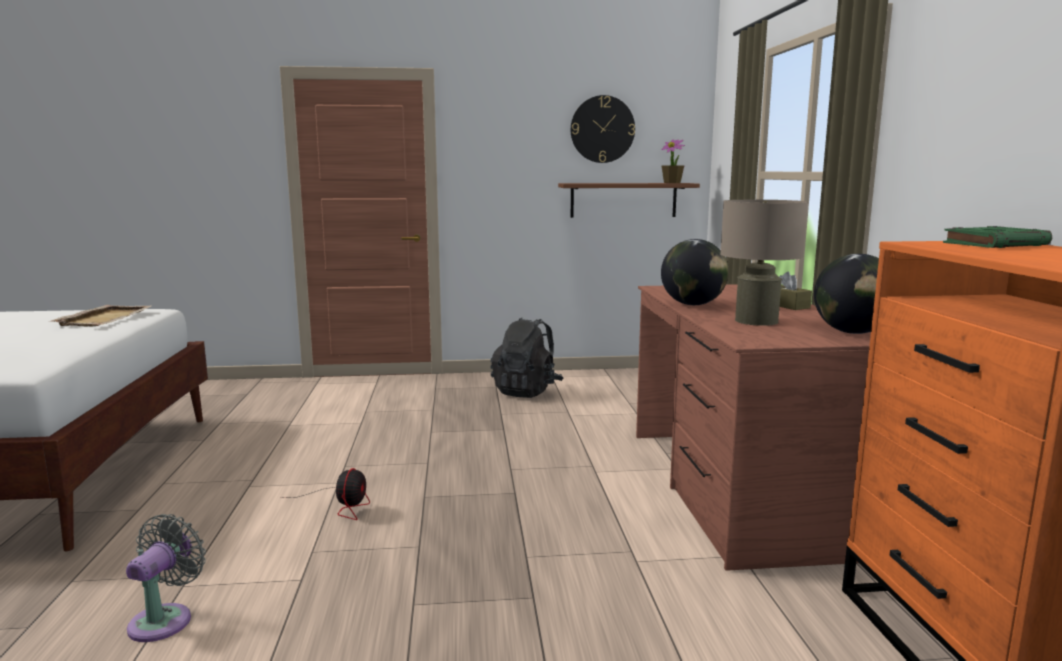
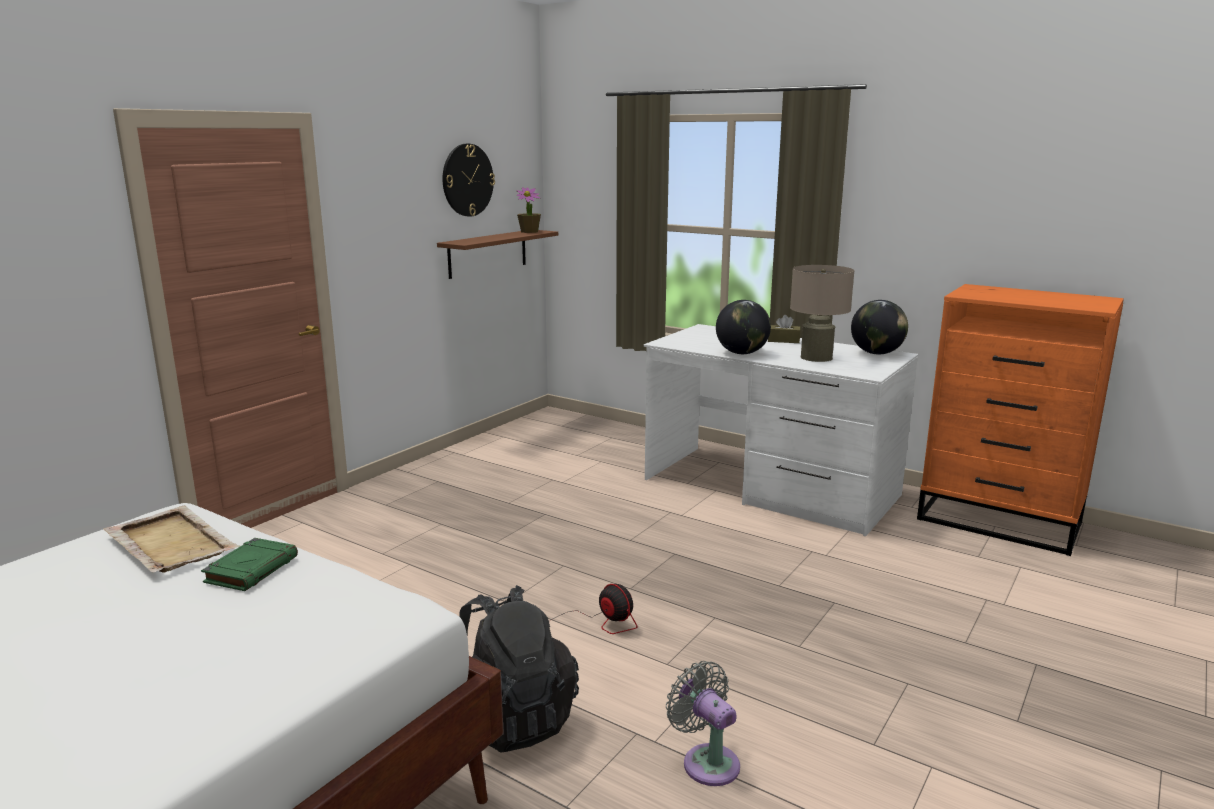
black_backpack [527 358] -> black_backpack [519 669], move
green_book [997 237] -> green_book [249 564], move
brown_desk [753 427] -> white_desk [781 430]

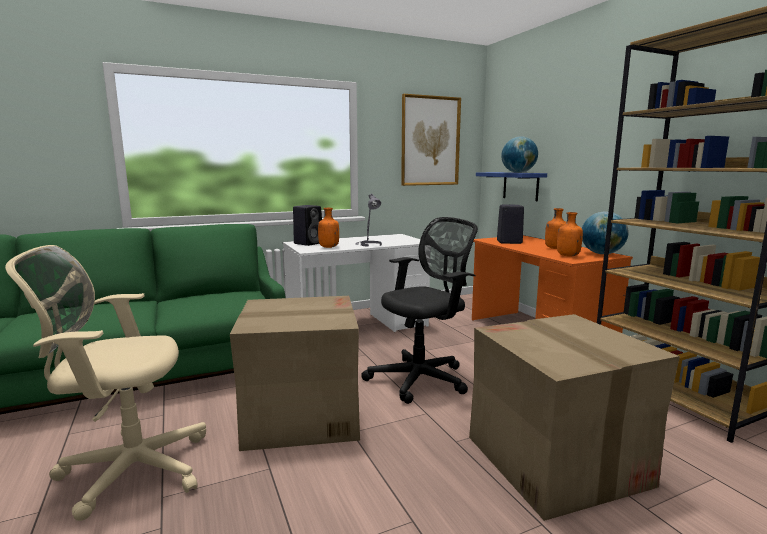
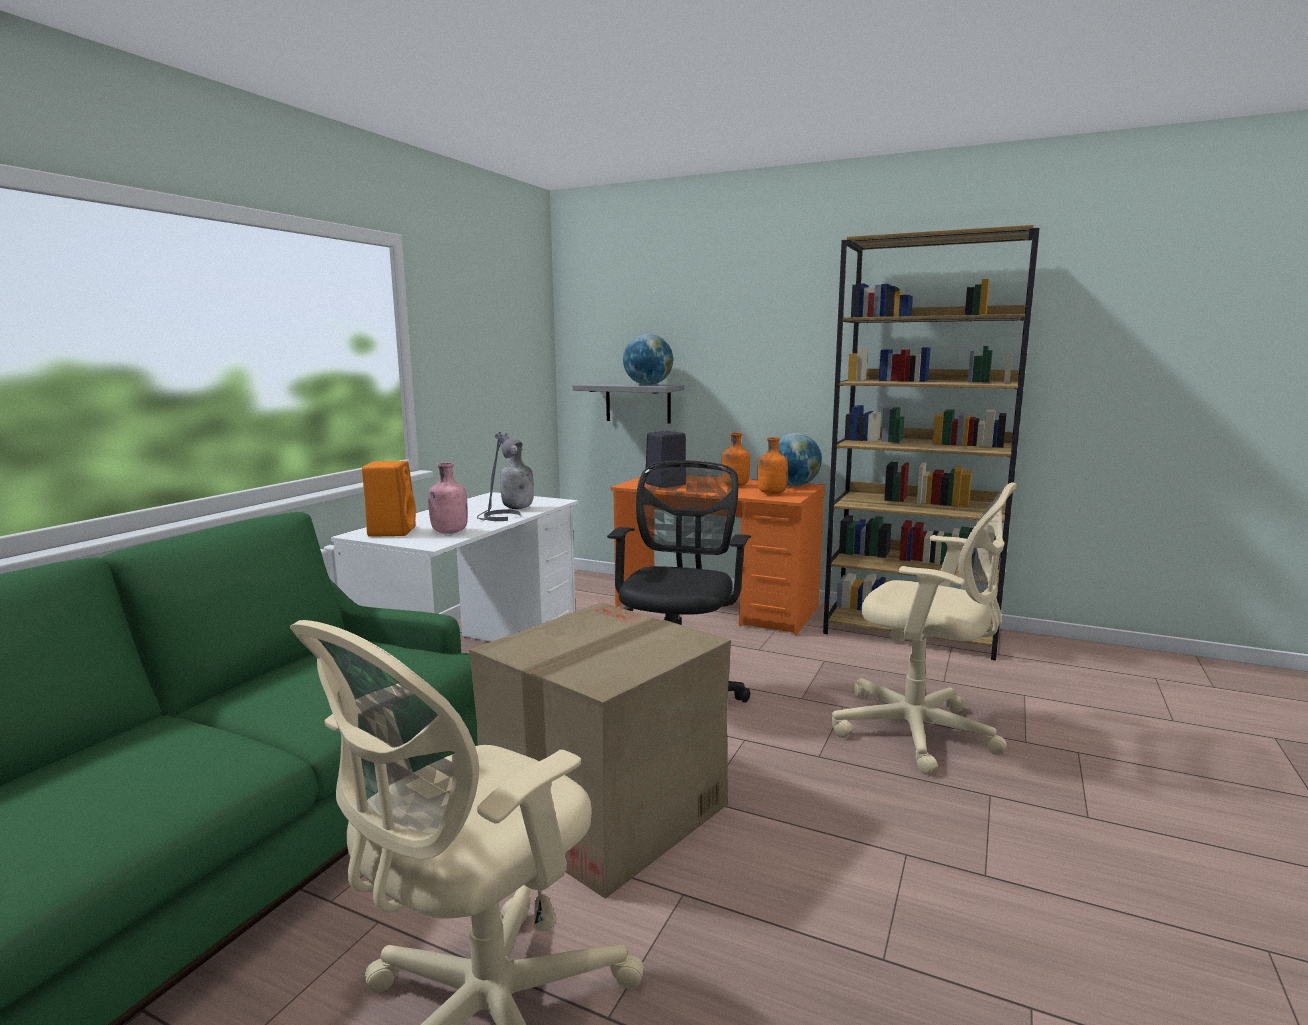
picture [431 140] -> none
none -> grey_bottle [517 478]
cardboard_box [574 417] -> beige_office_chair [924 628]
black_speaker [307 225] -> orange_speaker [389 499]
orange_bottle [328 228] -> pink_bottle [448 498]
blue_shelf [511 186] -> grey_shelf [628 403]

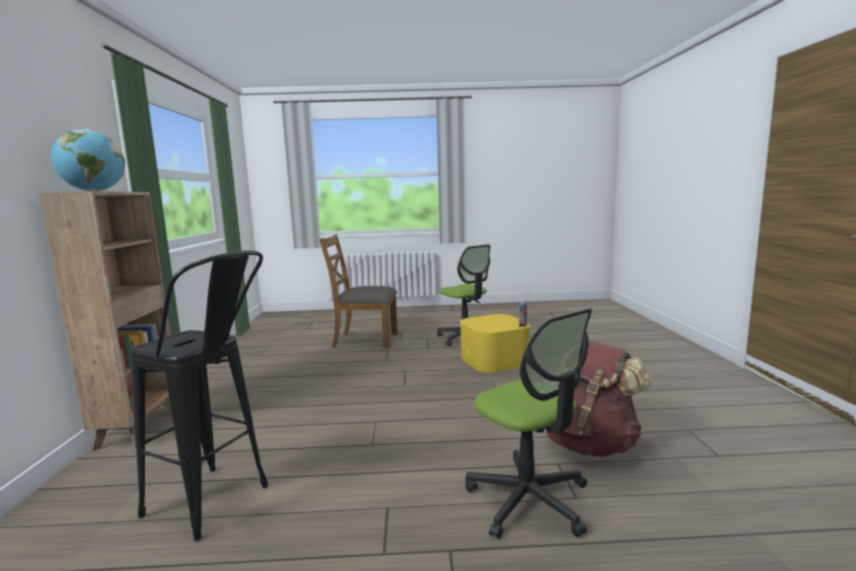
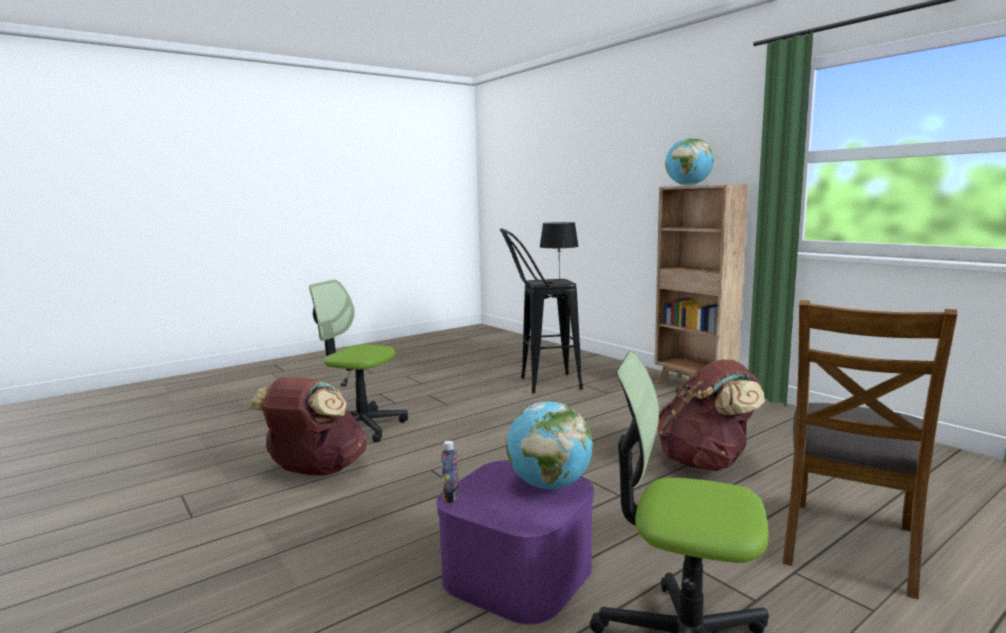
none -> globe [549 445]
none -> black_table_lamp [559 252]
none -> brown_backpack [711 415]
yellow_storage_box [495 343] -> purple_storage_box [515 542]
brown_chair [358 291] -> brown_chair [869 449], 150 degrees clockwise

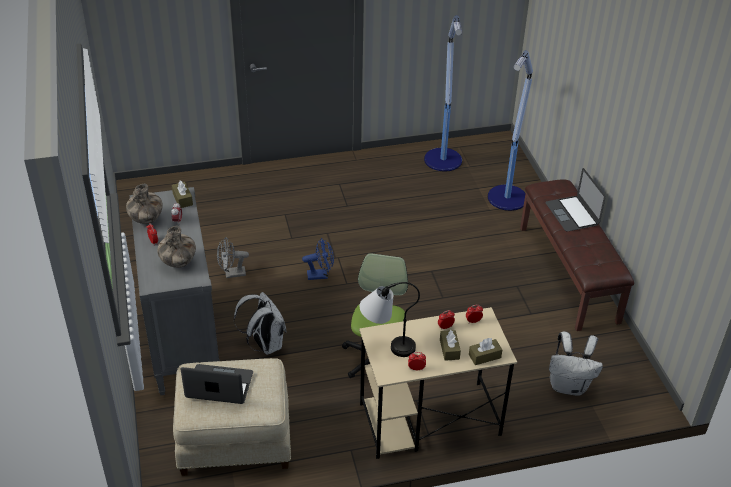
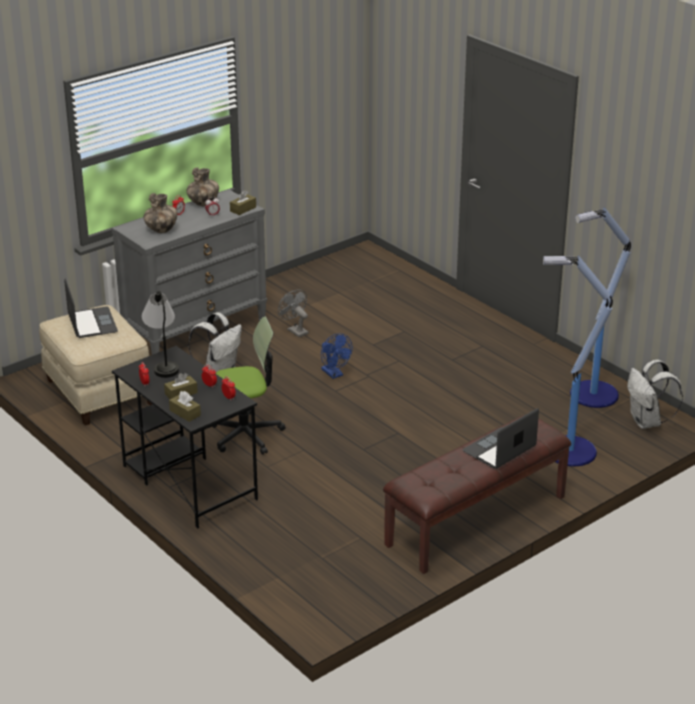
white_backpack [576 363] -> white_backpack [655 394], move
beige_desk [438 383] -> black_desk [185 437]

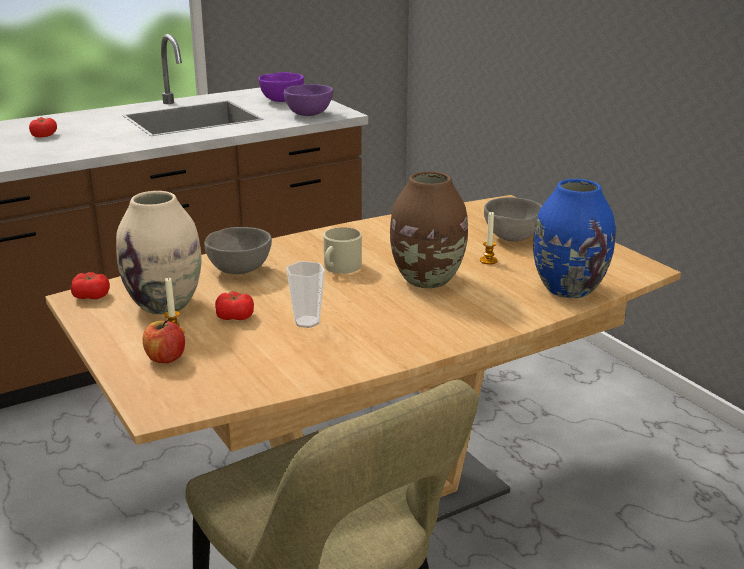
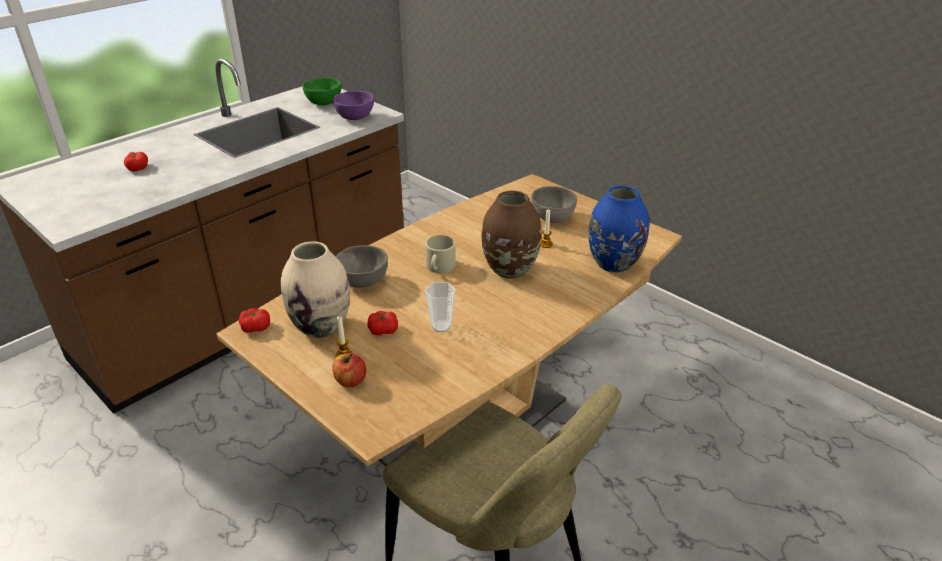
purple_bowl [281 87] -> green_bowl [321 91]

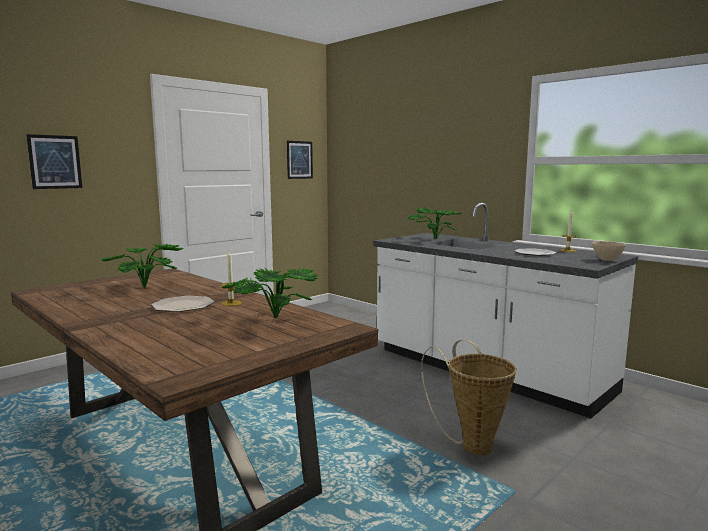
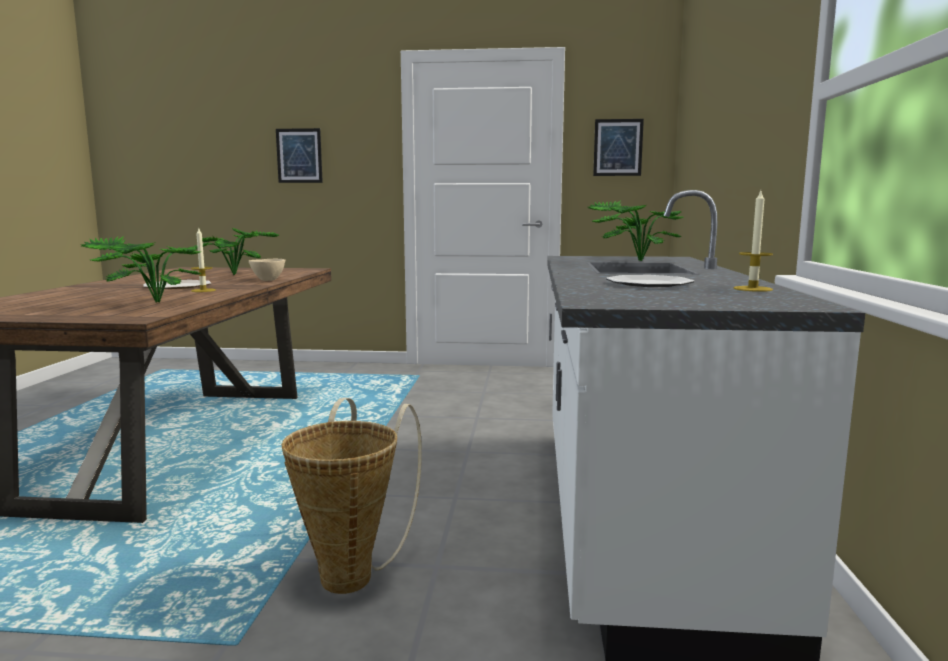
beige_bowl [609 251] -> beige_bowl [267 270], move

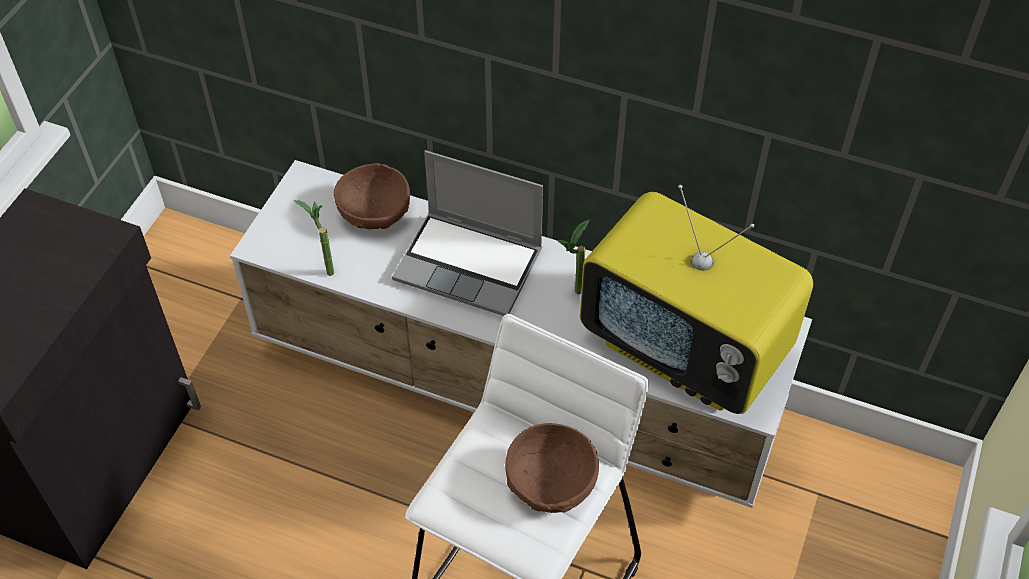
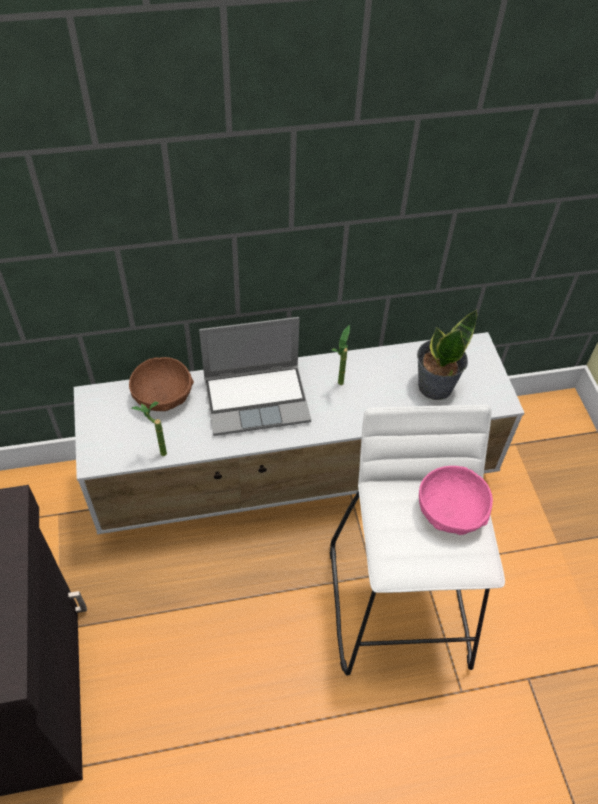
television [696 299] -> potted_plant [447 355]
brown_bowl [552 468] -> pink_bowl [456 500]

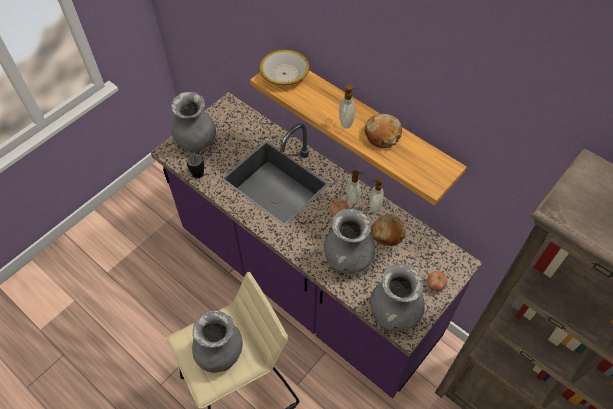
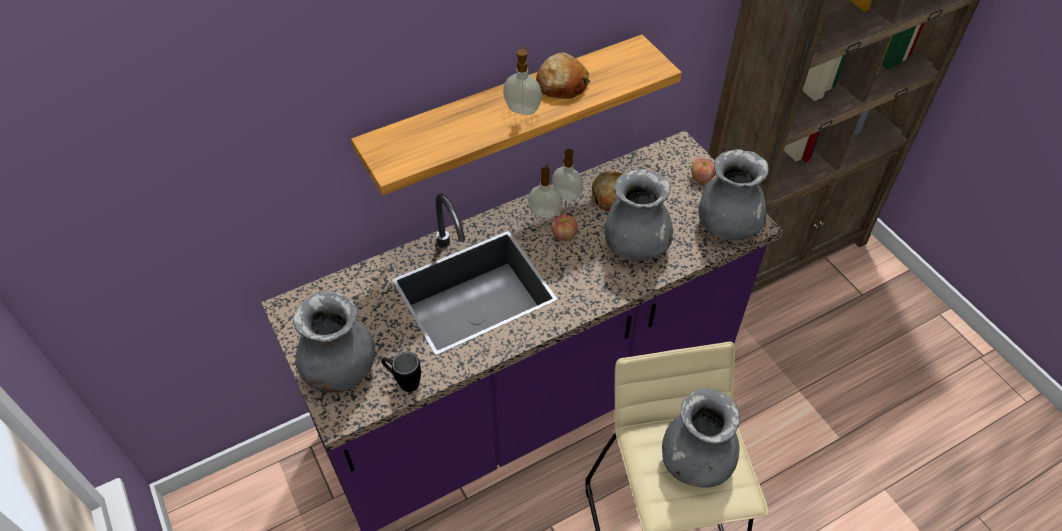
bowl [284 67] -> none

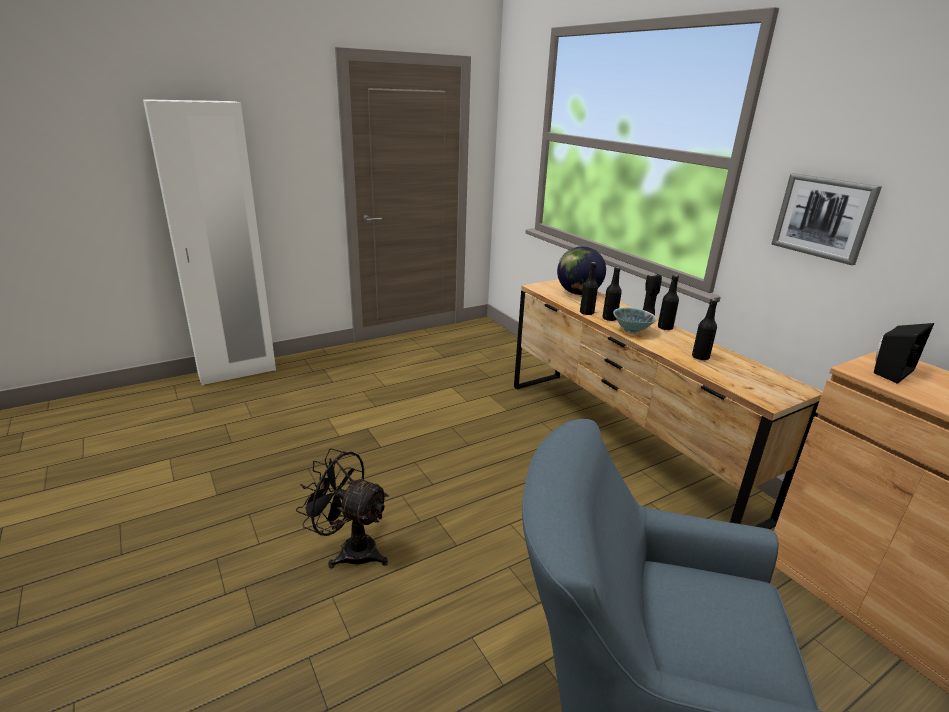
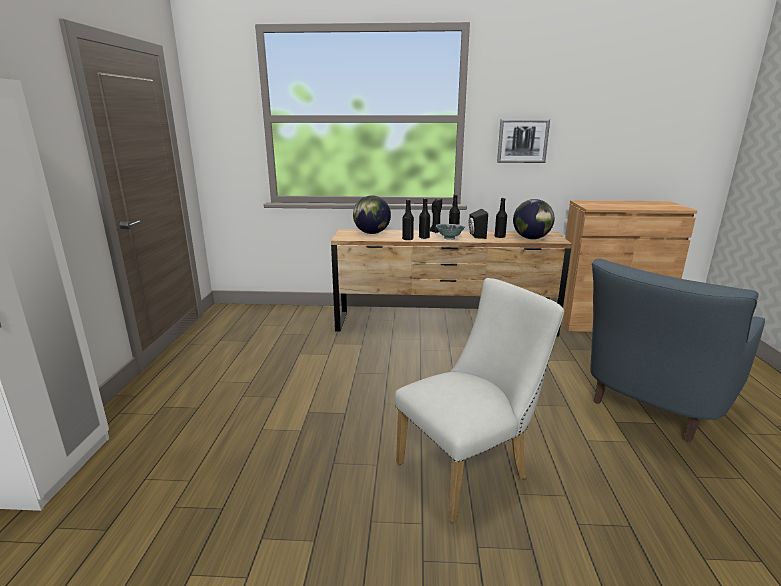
none -> globe [533 219]
black_speaker [904 353] -> black_speaker [478 223], move
black_fan [342 508] -> white_chair [479 400]

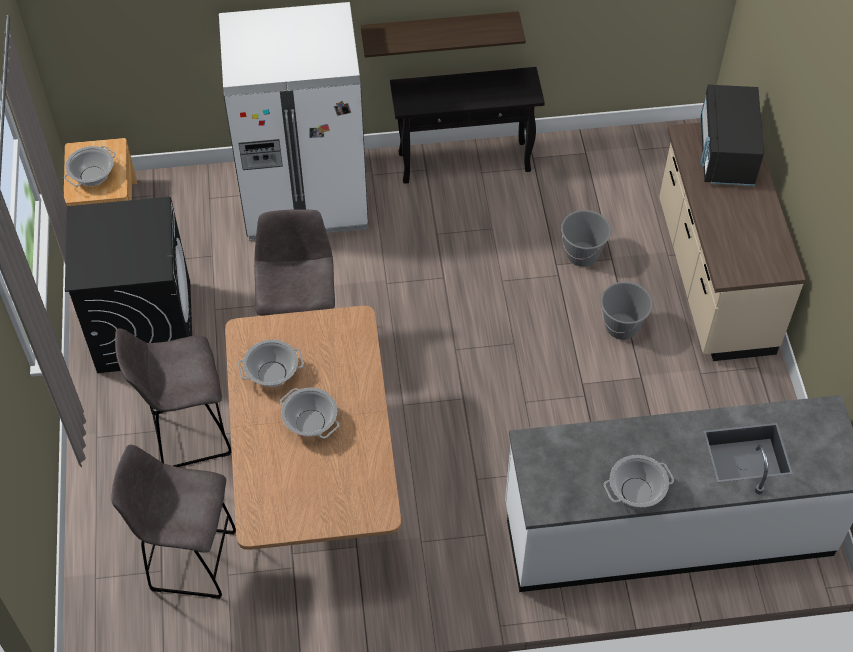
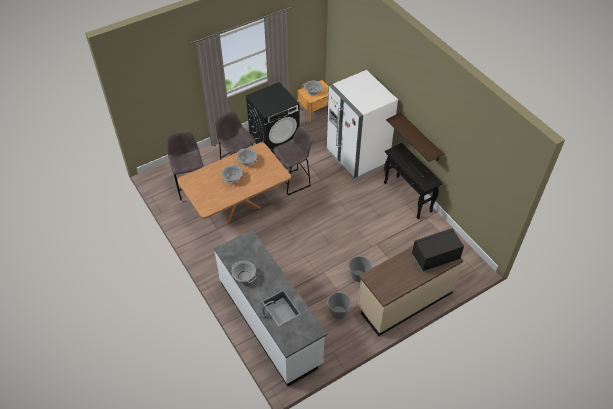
grey_bucket [586 238] -> grey_bucket [339 305], move

